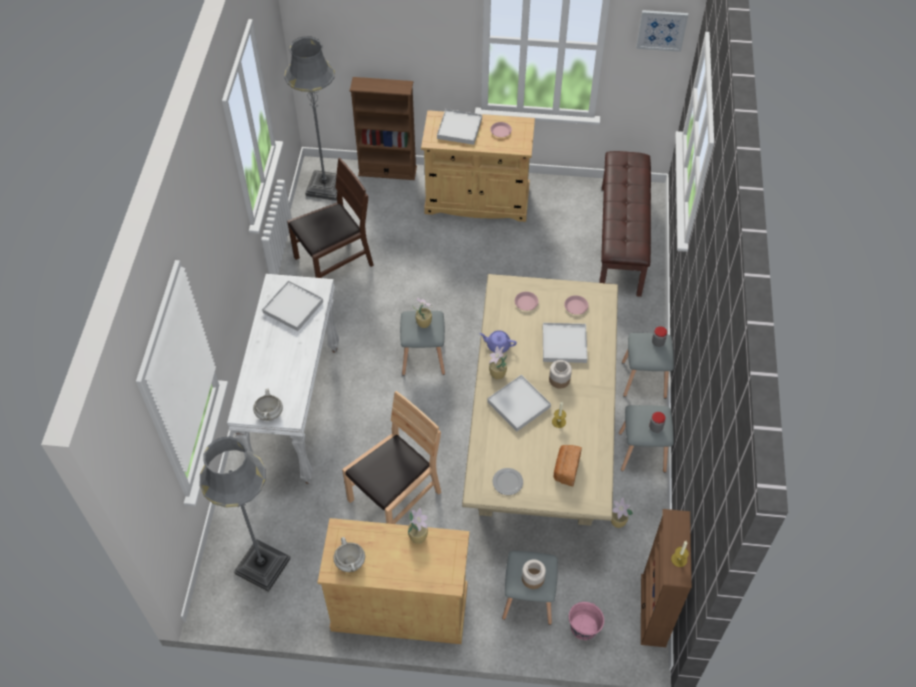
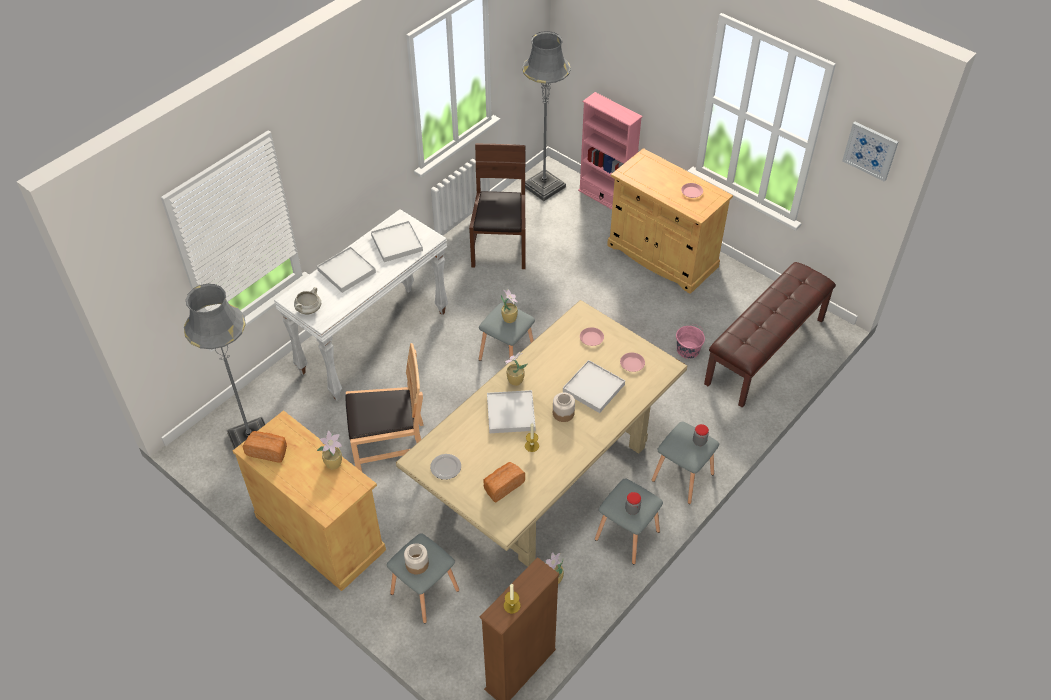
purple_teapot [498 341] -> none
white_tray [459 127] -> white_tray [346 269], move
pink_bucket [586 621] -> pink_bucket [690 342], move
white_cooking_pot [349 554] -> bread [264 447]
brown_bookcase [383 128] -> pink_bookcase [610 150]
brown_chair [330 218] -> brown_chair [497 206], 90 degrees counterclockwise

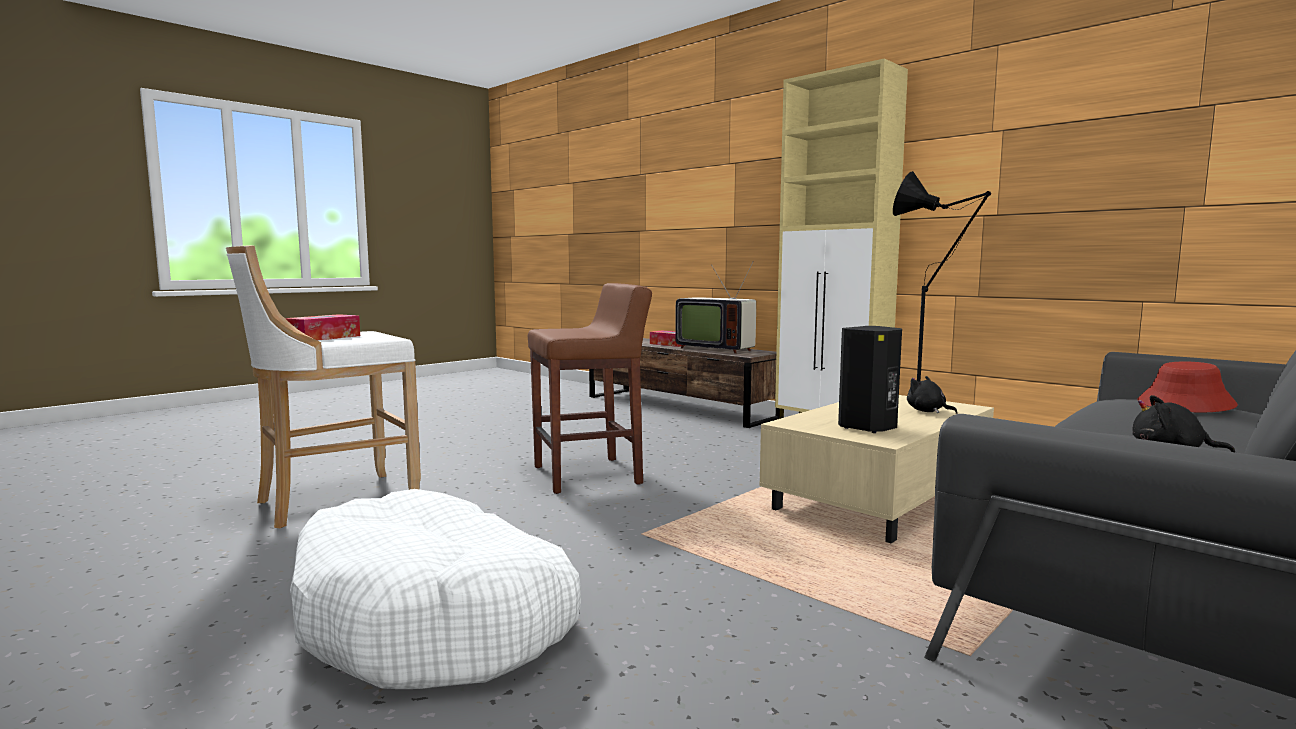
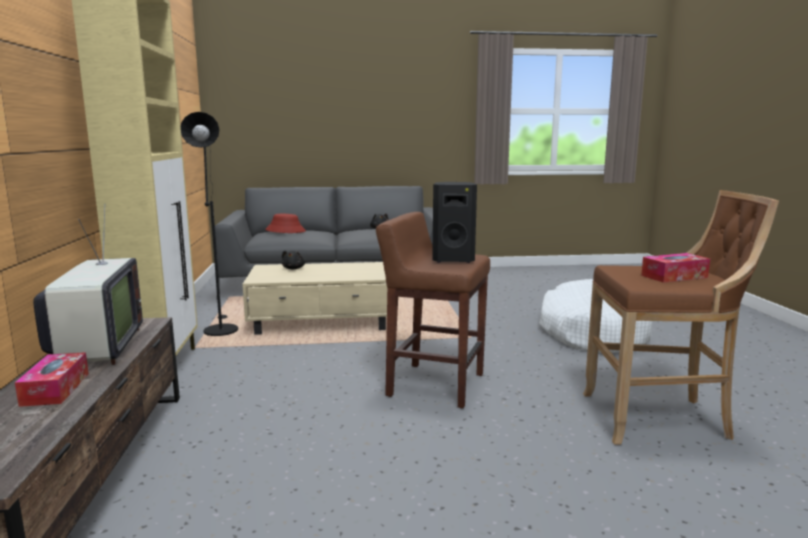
black_speaker [870 379] -> black_speaker [454 222], move
white_stool [323 386] -> brown_stool [681 317]

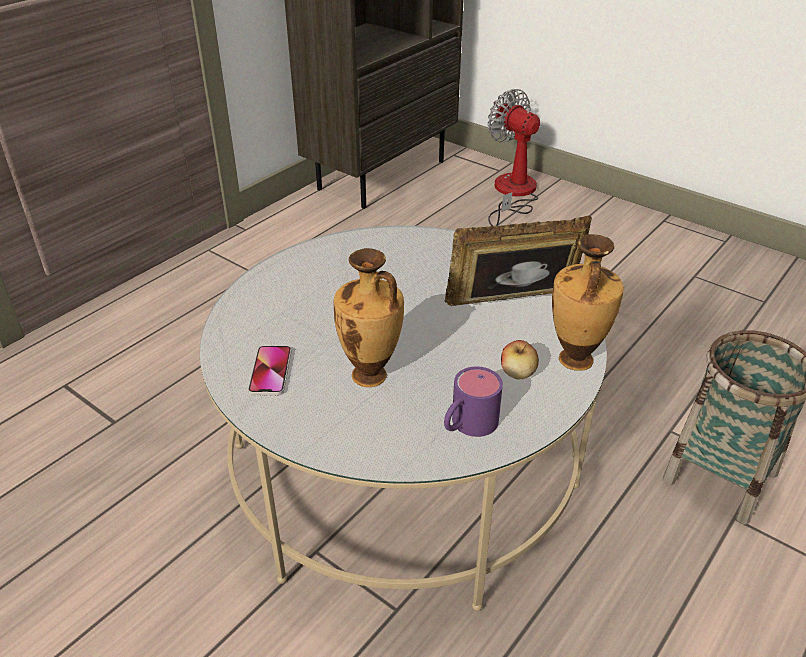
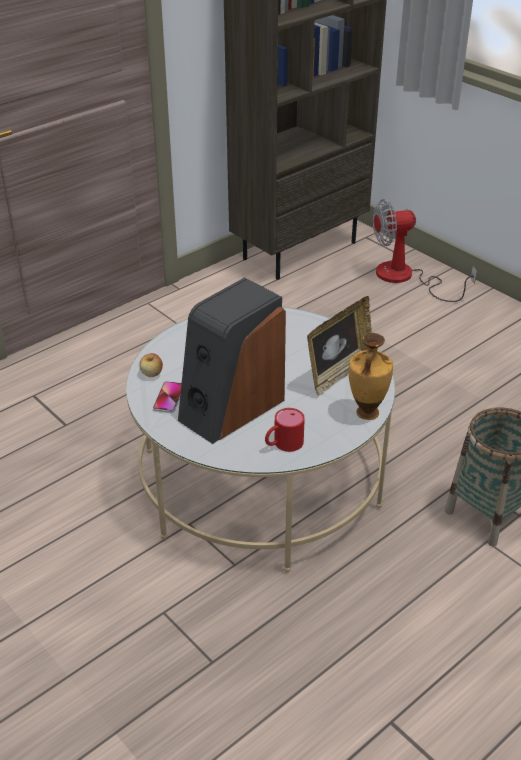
apple [520 360] -> apple [151 365], move
vase [369 317] -> speaker [232 360]
purple_mug [473 401] -> red_mug [285 430]
picture_frame [518 261] -> picture_frame [339 346], 135 degrees clockwise
fan [514 157] -> fan [425 250], 75 degrees counterclockwise

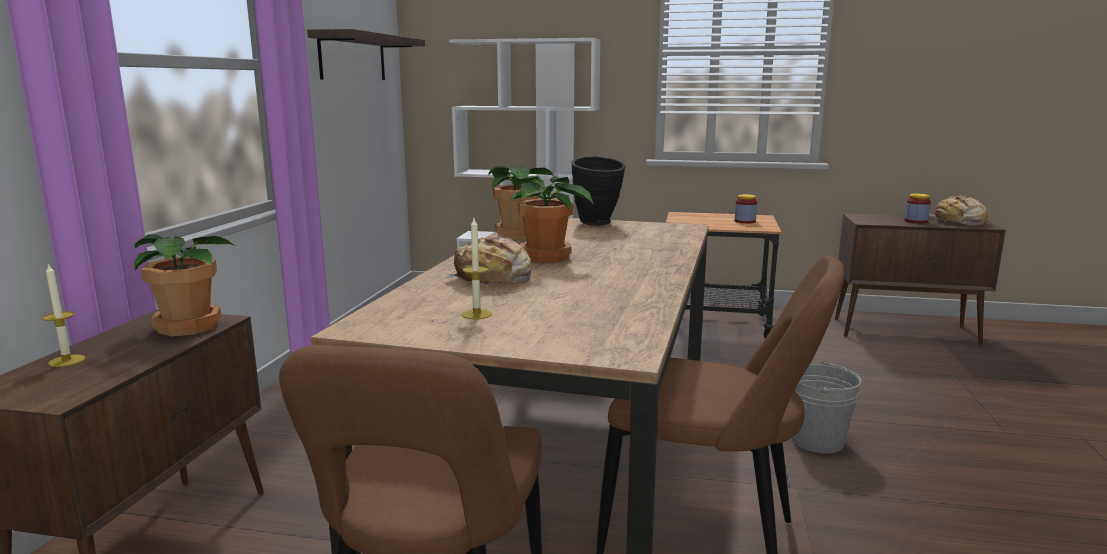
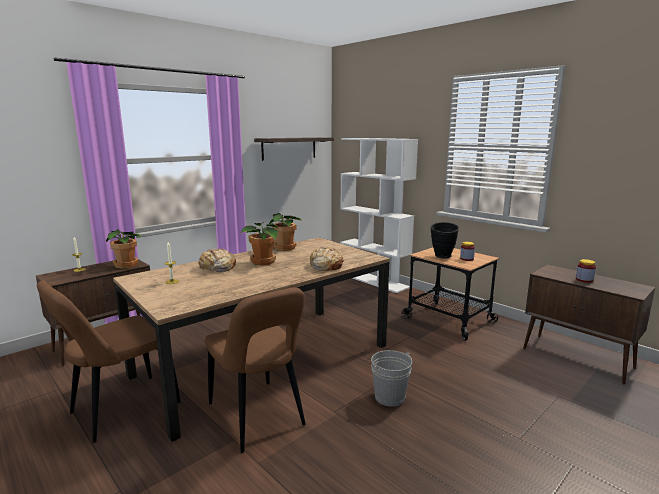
black_vase [598 191] -> black_vase [445 240], move
bread [958 210] -> bread [326 258], move

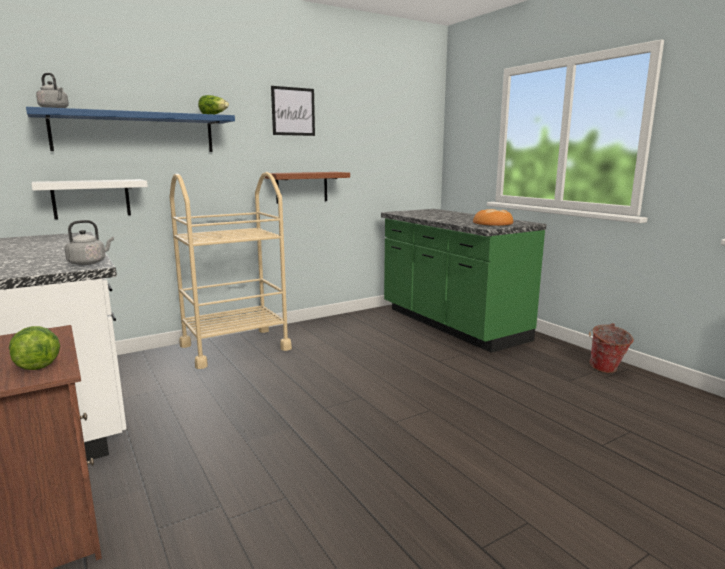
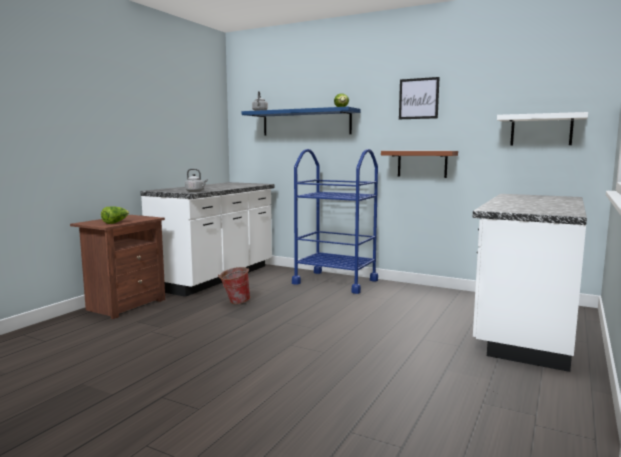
bread [493 217] -> none
white_shelf [89 199] -> white_shelf [542 128], move
bucket [611 348] -> bucket [234 285], move
beige_cart [230 270] -> blue_cart [335 221]
green_counter [464 281] -> white_counter [530 283]

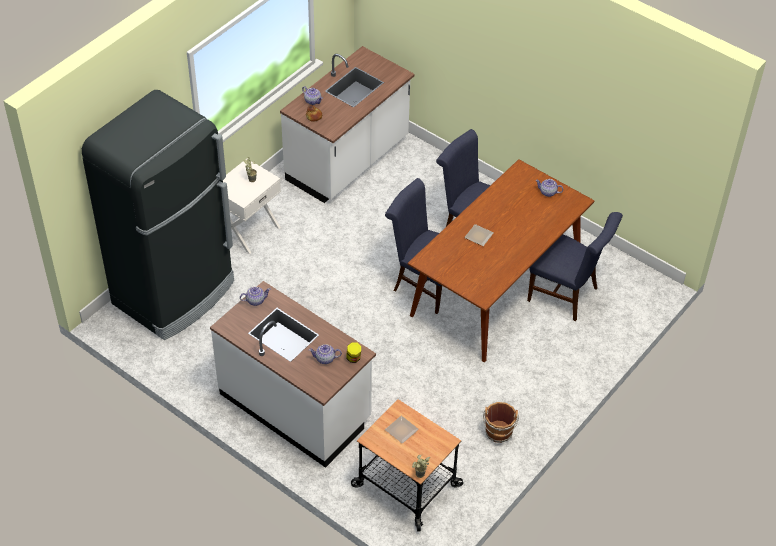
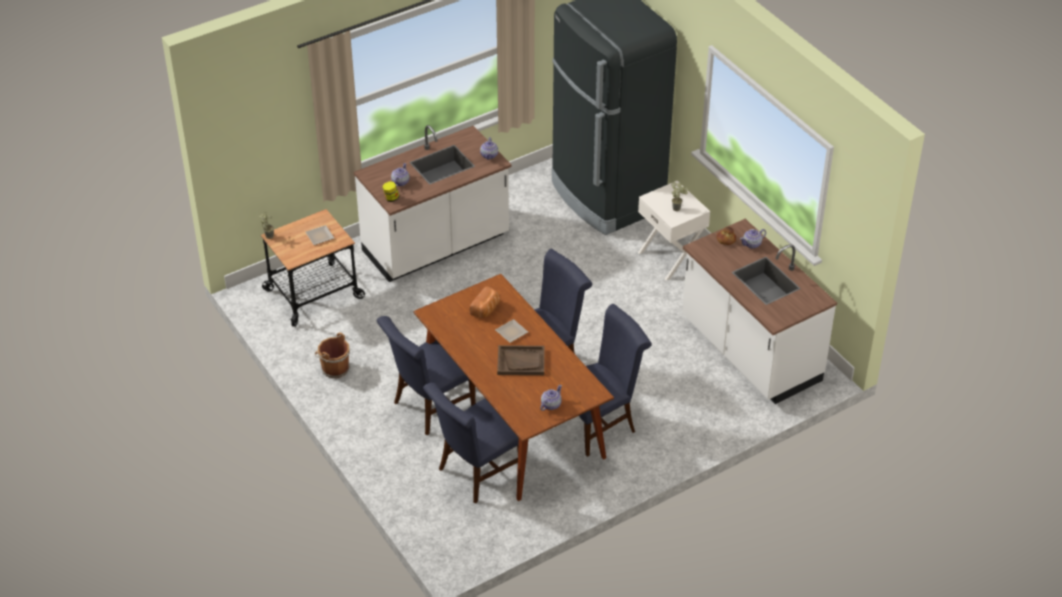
none -> blue_chair [426 376]
none -> bread [485 302]
none -> brown_tray [521 360]

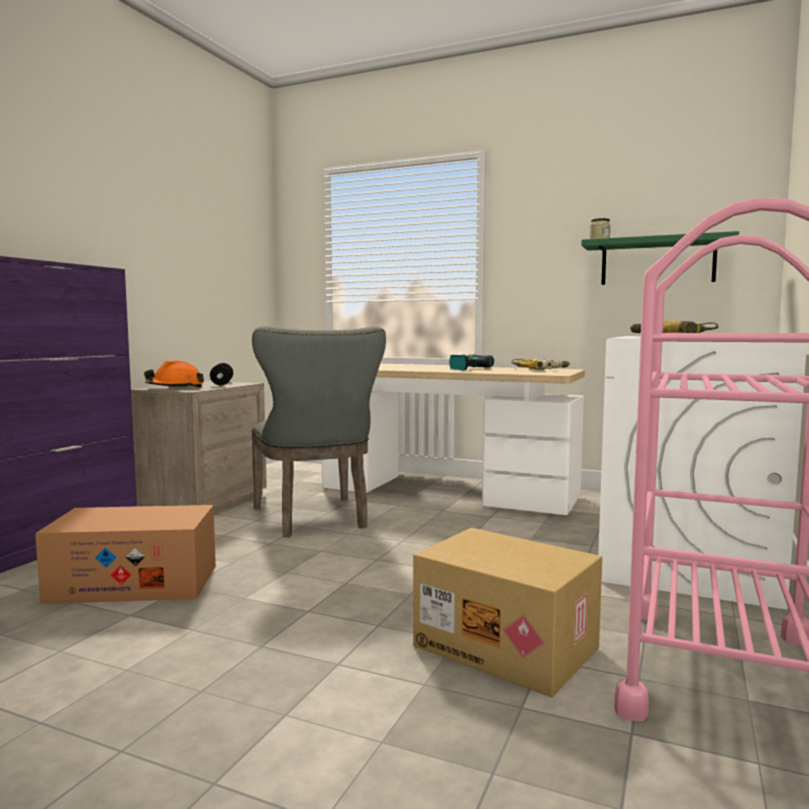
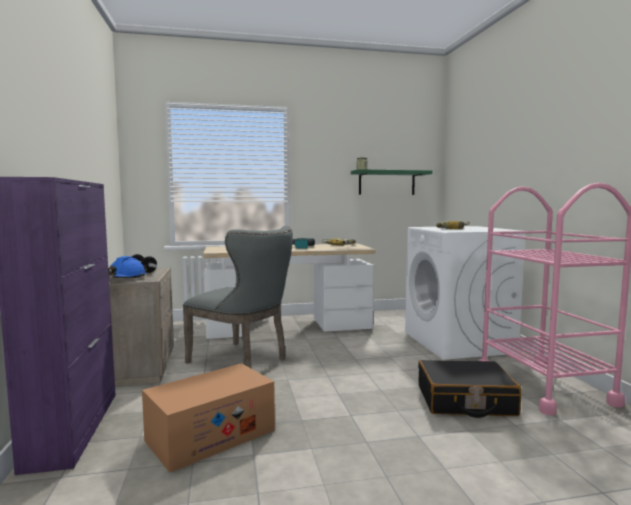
cardboard_box [507 612] -> black_suitcase [469 389]
orange_hard_hat [174 374] -> blue_hard_hat [127 267]

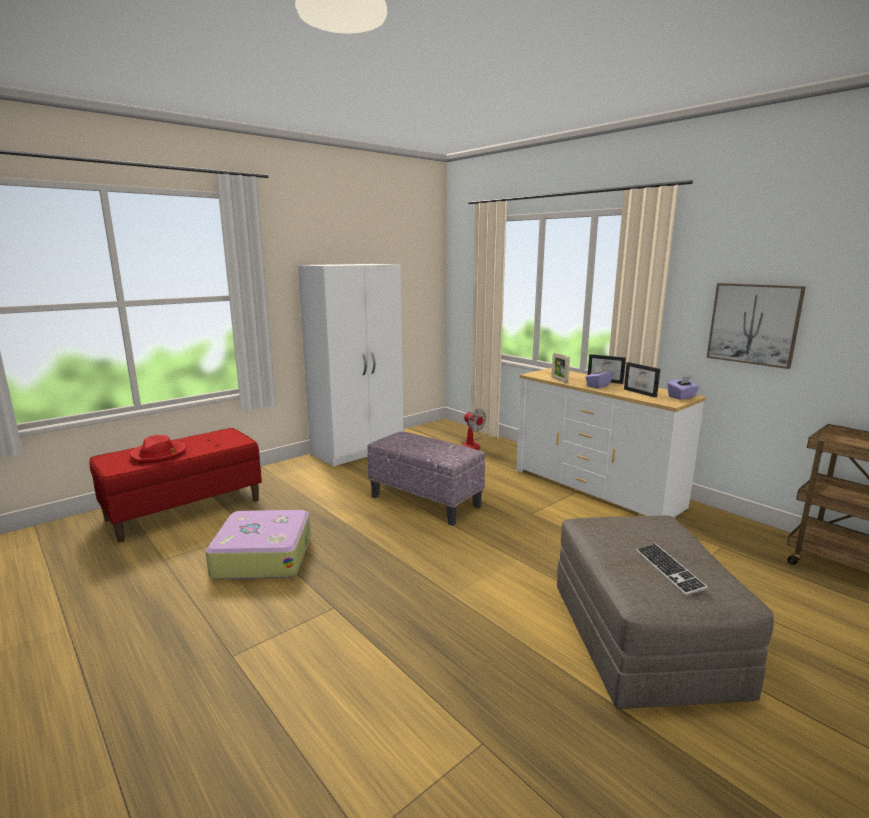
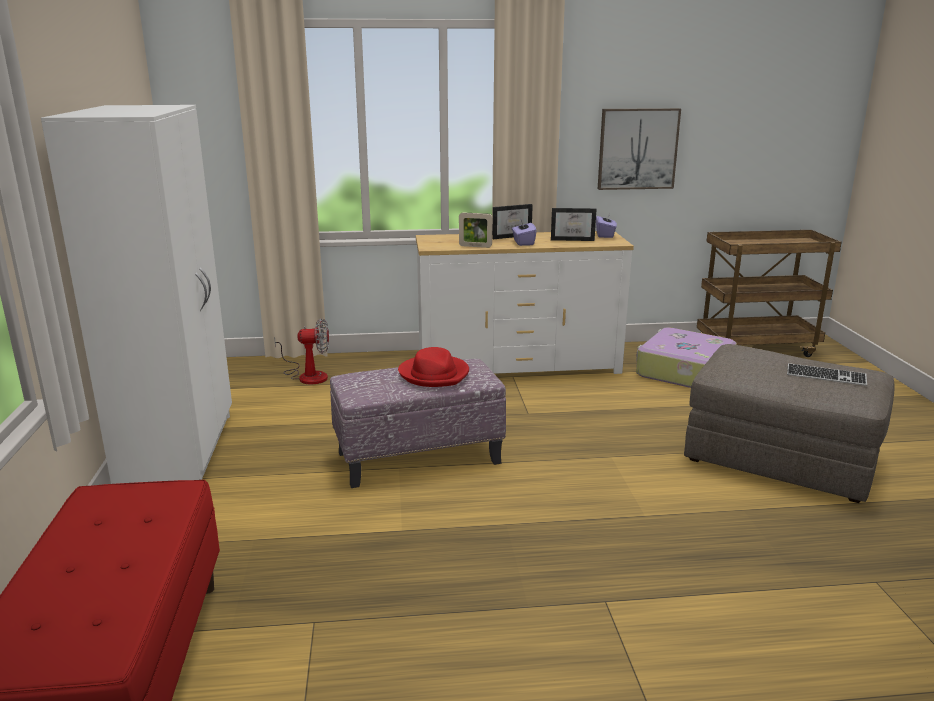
red_hat [158 449] -> red_hat [433 367], move
suitcase [258 544] -> suitcase [686 357], move

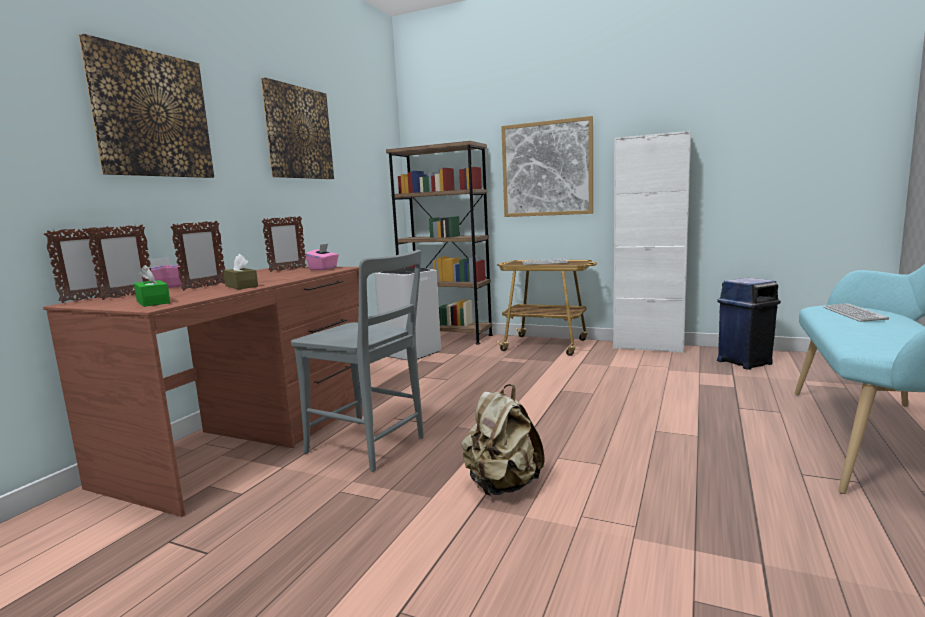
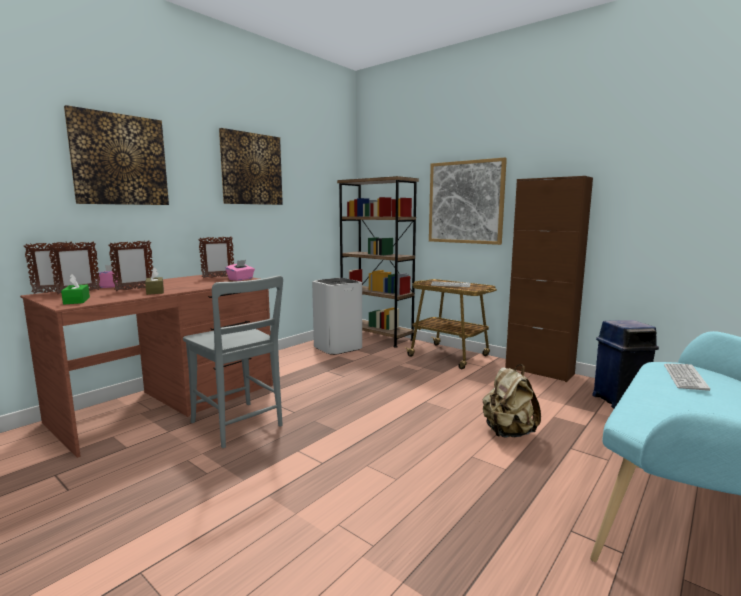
beige_backpack [503 440] -> beige_backpack [512 401], move
white_cabinet [652 242] -> brown_cabinet [549 279]

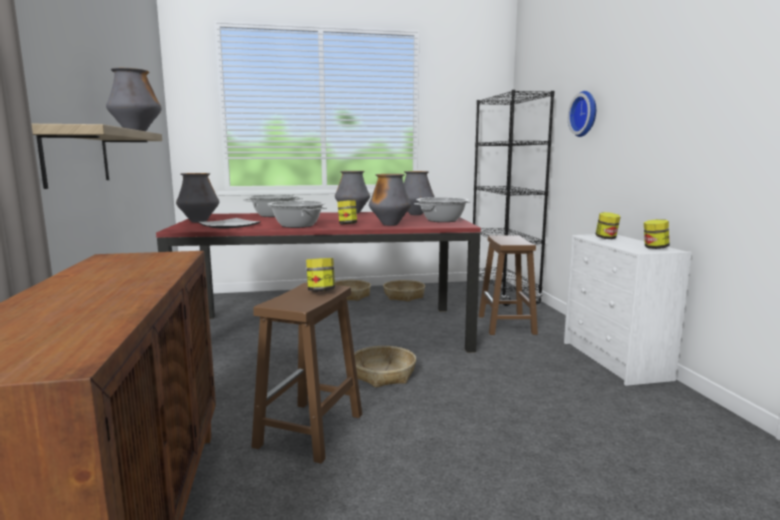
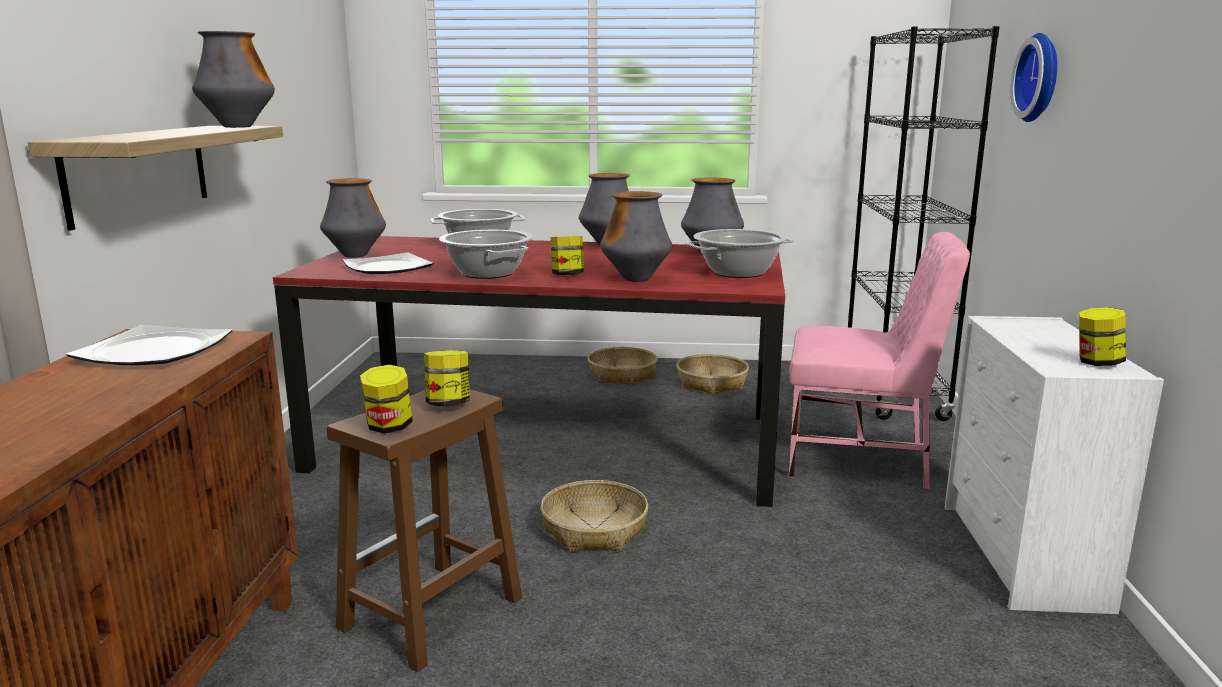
none -> plate [149 345]
jar [608 225] -> jar [386 399], move
brown_stool [508 285] -> pink_chair [879 360]

